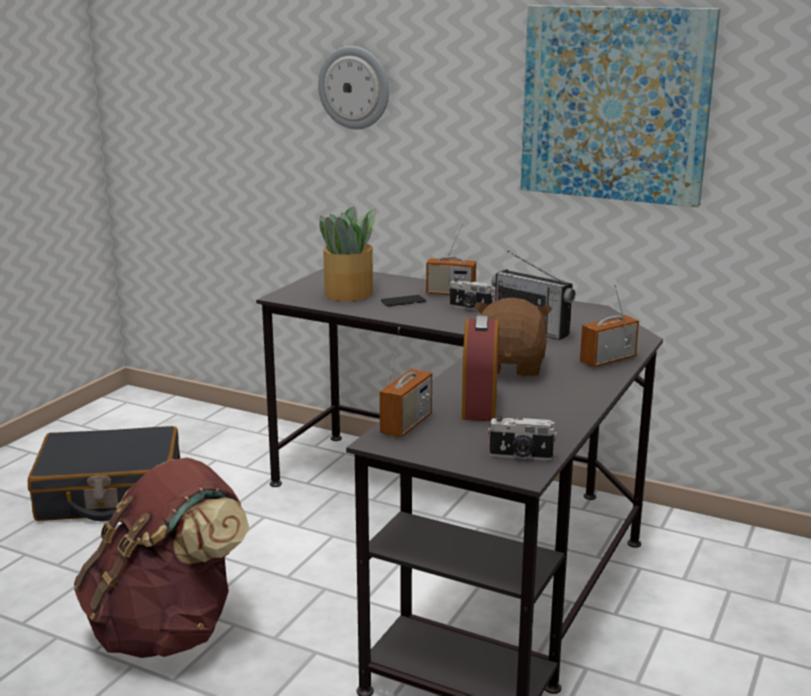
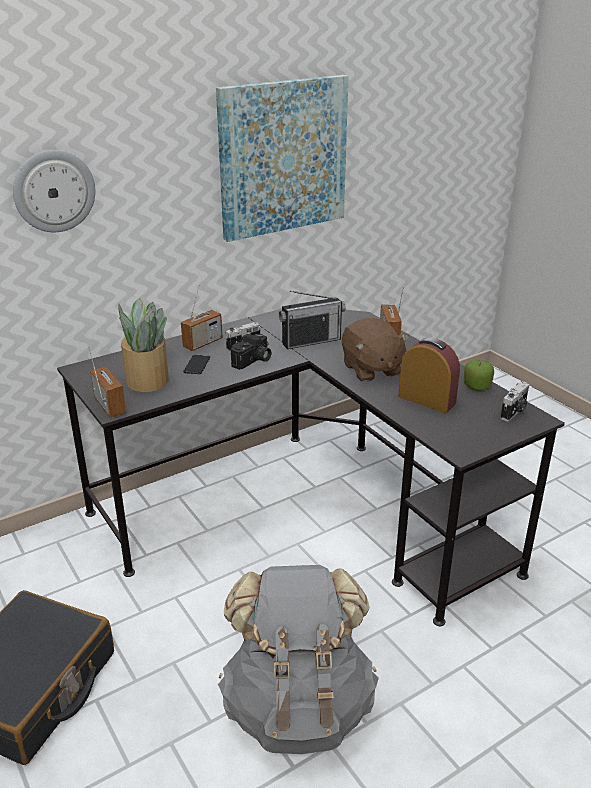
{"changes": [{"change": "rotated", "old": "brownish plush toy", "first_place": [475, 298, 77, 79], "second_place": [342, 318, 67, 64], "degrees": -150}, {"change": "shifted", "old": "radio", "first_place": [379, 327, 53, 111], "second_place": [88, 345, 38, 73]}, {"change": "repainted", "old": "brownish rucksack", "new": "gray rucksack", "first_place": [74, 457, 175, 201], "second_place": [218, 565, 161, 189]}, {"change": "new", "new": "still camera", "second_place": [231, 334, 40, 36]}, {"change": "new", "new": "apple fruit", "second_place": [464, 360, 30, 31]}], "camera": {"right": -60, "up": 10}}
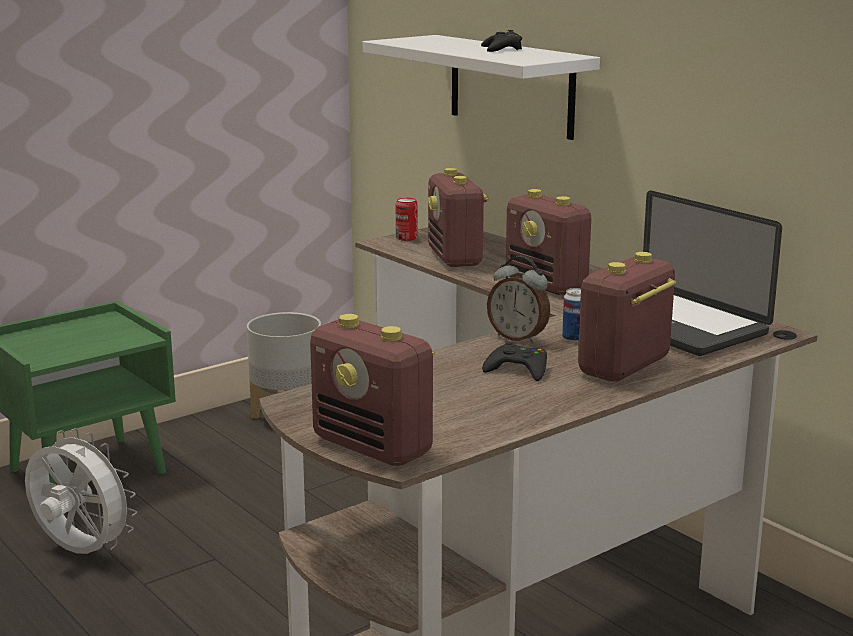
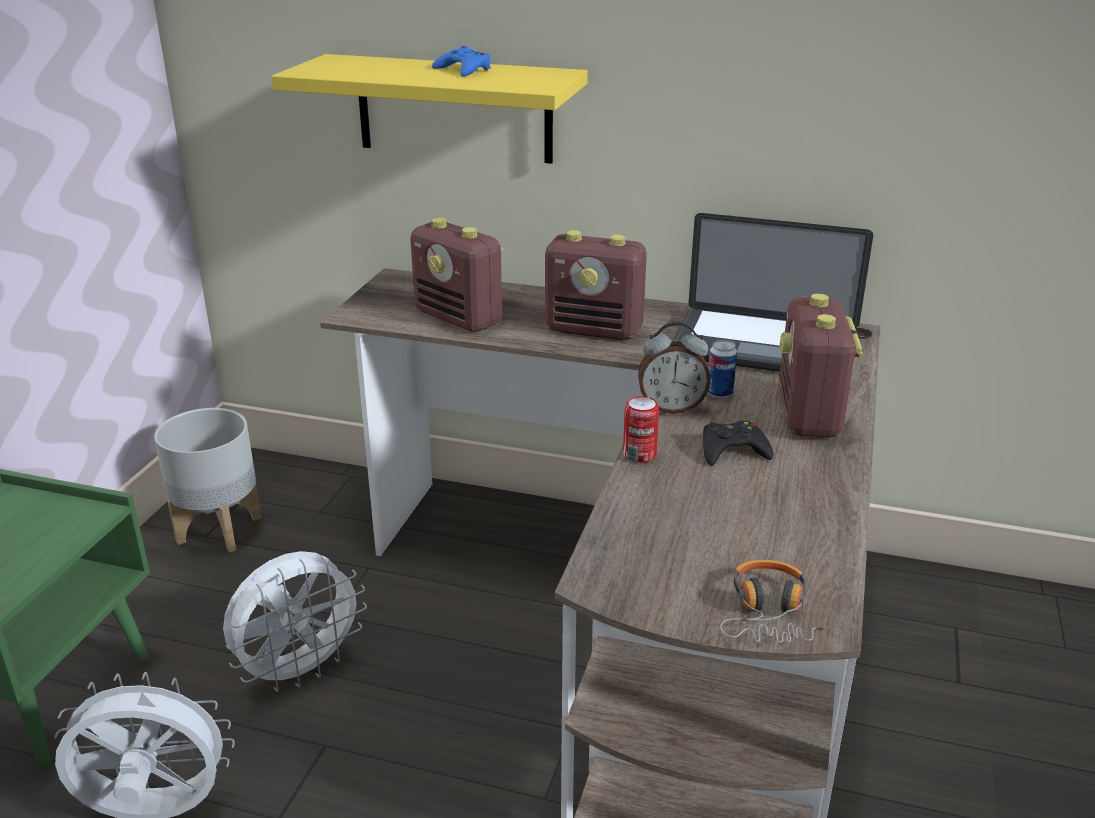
{"changes": [{"change": "repainted", "old": "blackish game controller", "new": "bluish game controller", "first_place": [481, 30, 41, 22], "second_place": [432, 45, 59, 32]}, {"change": "repainted", "old": "whitish wall shelf", "new": "yellow-coloured wall shelf", "first_place": [363, 35, 237, 105], "second_place": [271, 54, 317, 110]}, {"change": "shifted", "old": "can", "first_place": [396, 198, 22, 43], "second_place": [623, 396, 36, 67]}, {"change": "swapped", "old": "radio", "new": "pair of headphones", "first_place": [310, 314, 125, 152], "second_place": [720, 560, 110, 83]}, {"change": "new", "new": "whitish fan", "second_place": [223, 551, 144, 141]}], "camera": {"right": -35, "up": 10}}
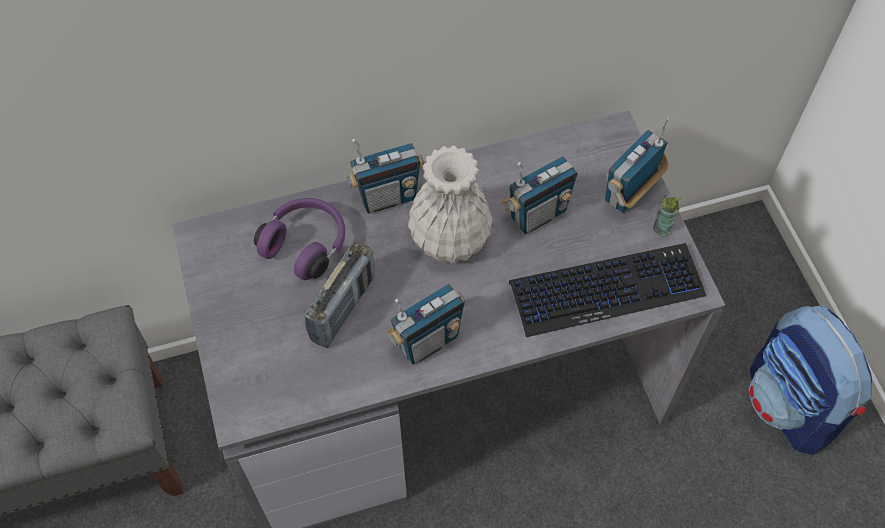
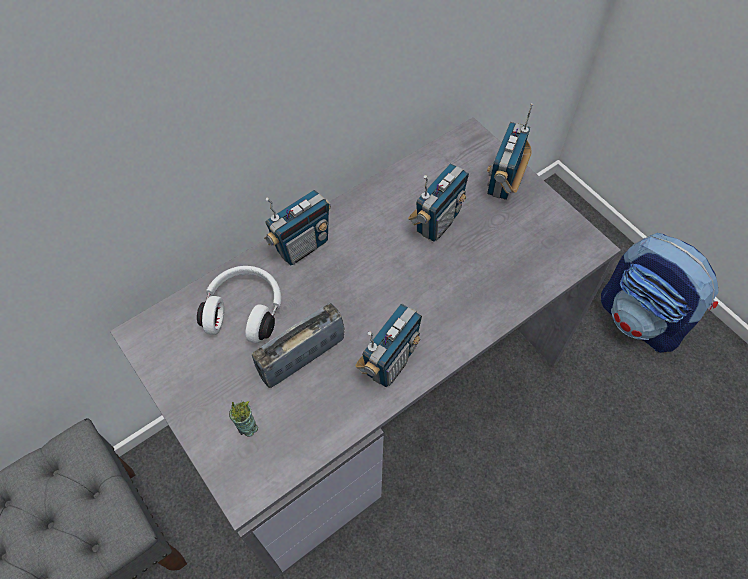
{"changes": [{"change": "gone", "old": "whitish decorative vase", "first_place": [408, 145, 85, 118]}, {"change": "shifted", "old": "small cup", "first_place": [653, 195, 28, 42], "second_place": [229, 401, 29, 36]}, {"change": "repainted", "old": "purple-coloured pair of headphones", "new": "whitish pair of headphones", "first_place": [254, 198, 91, 82], "second_place": [197, 266, 84, 77]}, {"change": "rotated", "old": "radio", "first_place": [305, 242, 70, 106], "second_place": [252, 303, 92, 85], "degrees": -135}, {"change": "gone", "old": "computer keyboard", "first_place": [509, 243, 197, 94]}], "camera": {"right": -20, "up": 0}}
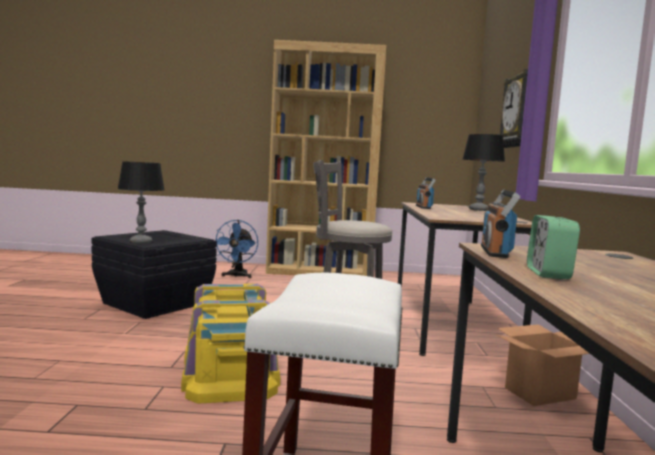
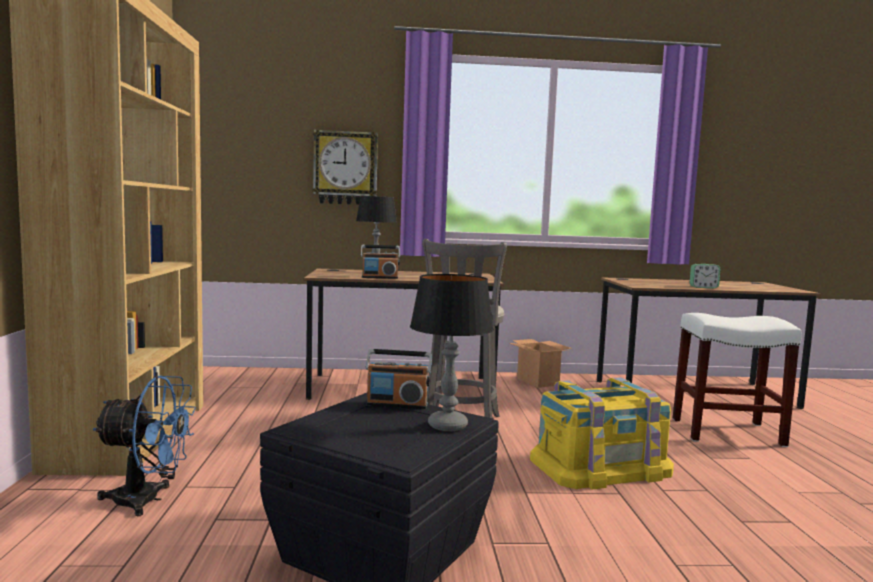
{"changes": [{"change": "shifted", "old": "radio", "first_place": [481, 190, 40, 68], "second_place": [366, 349, 66, 60]}], "camera": {"right": -95, "up": 0}}
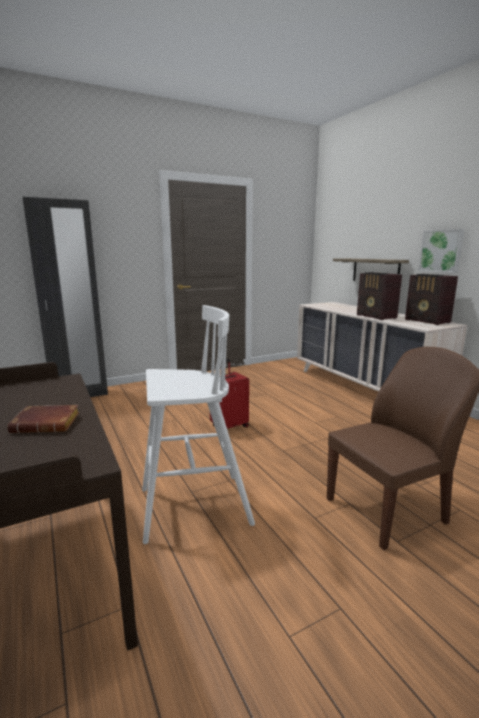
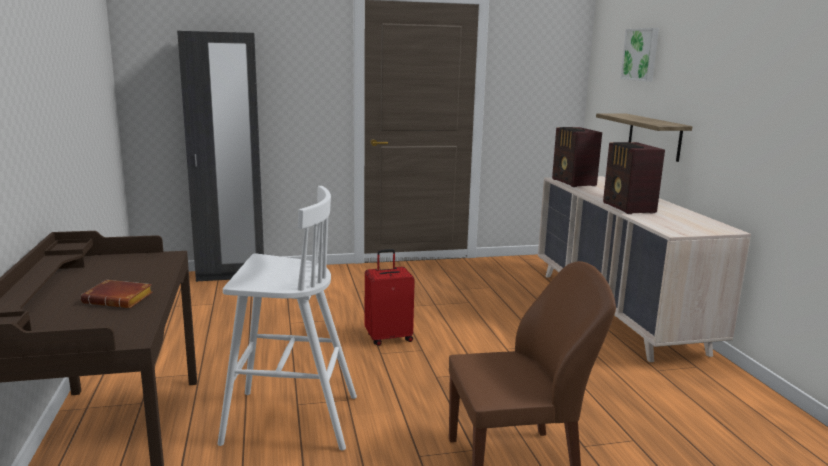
{"changes": [{"change": "shifted", "old": "wall picture", "first_place": [418, 229, 46, 44], "second_place": [621, 28, 38, 54]}, {"change": "shifted", "old": "radio", "first_place": [405, 274, 53, 51], "second_place": [552, 127, 50, 60]}], "camera": {"right": 15, "up": 0}}
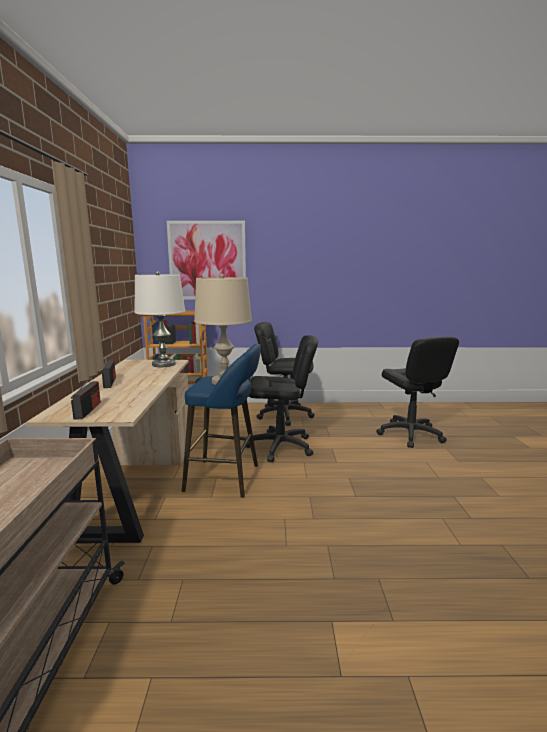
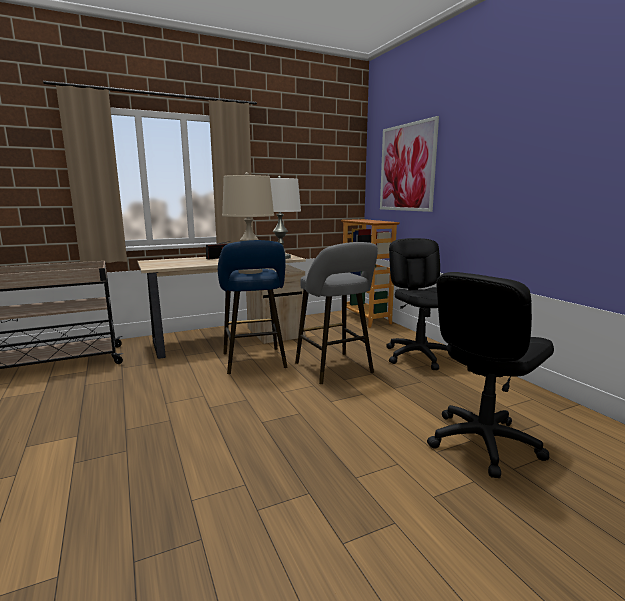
{"changes": [{"change": "swapped", "old": "blackish office chair", "new": "gray sitting stool", "first_place": [246, 335, 72, 127], "second_place": [295, 242, 83, 142]}, {"change": "gone", "old": "radio", "first_place": [71, 379, 30, 40]}], "camera": {"right": 65, "up": 0}}
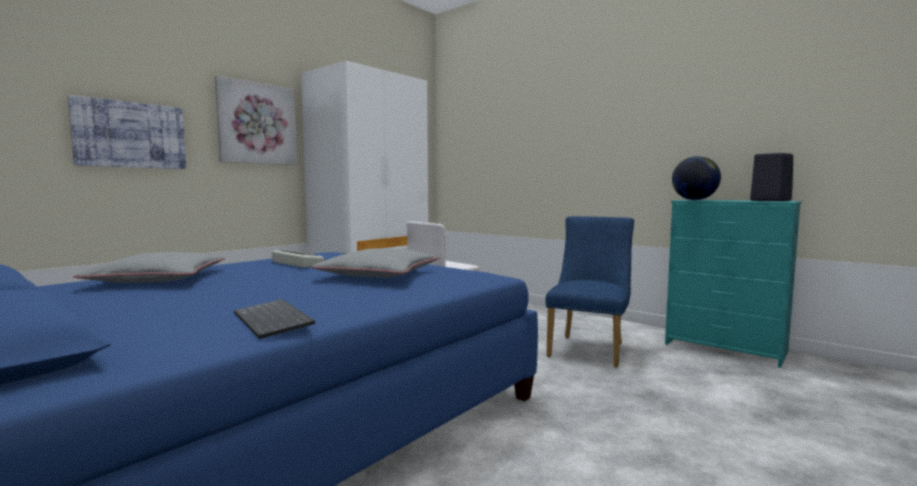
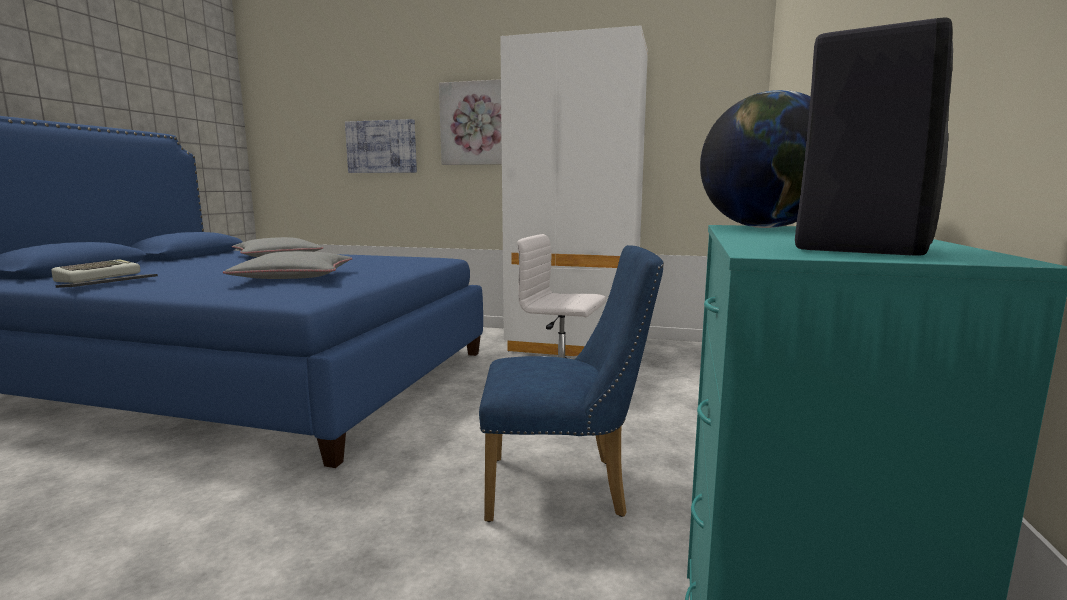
{"changes": [{"change": "shifted", "old": "computer keyboard", "first_place": [272, 250, 52, 18], "second_place": [51, 259, 90, 24]}], "camera": {"right": 65, "up": 5}}
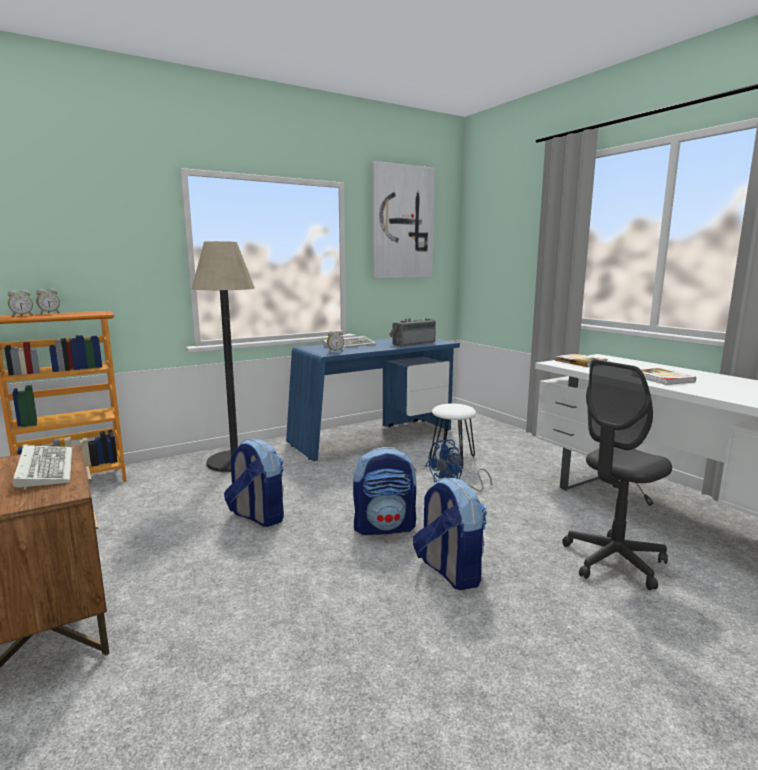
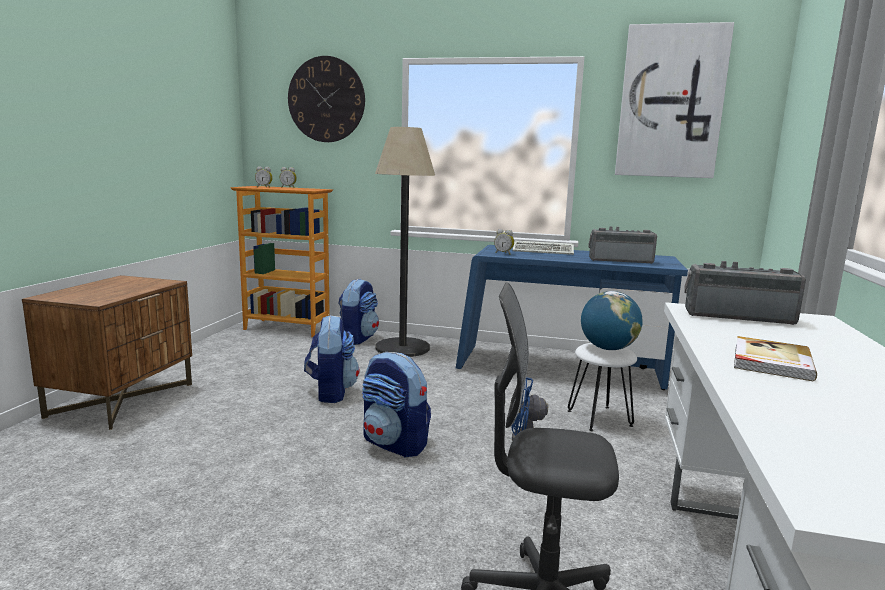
{"changes": [{"change": "swapped", "old": "volume", "new": "radio", "first_place": [555, 354, 53, 13], "second_place": [684, 261, 122, 64]}, {"change": "gone", "old": "computer keyboard", "first_place": [13, 445, 59, 45]}, {"change": "shifted", "old": "rucksack", "first_place": [413, 477, 74, 113], "second_place": [338, 279, 41, 66]}, {"change": "new", "new": "wall clock", "second_place": [288, 56, 77, 86]}, {"change": "new", "new": "desk globe", "second_place": [581, 291, 62, 59]}], "camera": {"right": 45, "up": 0}}
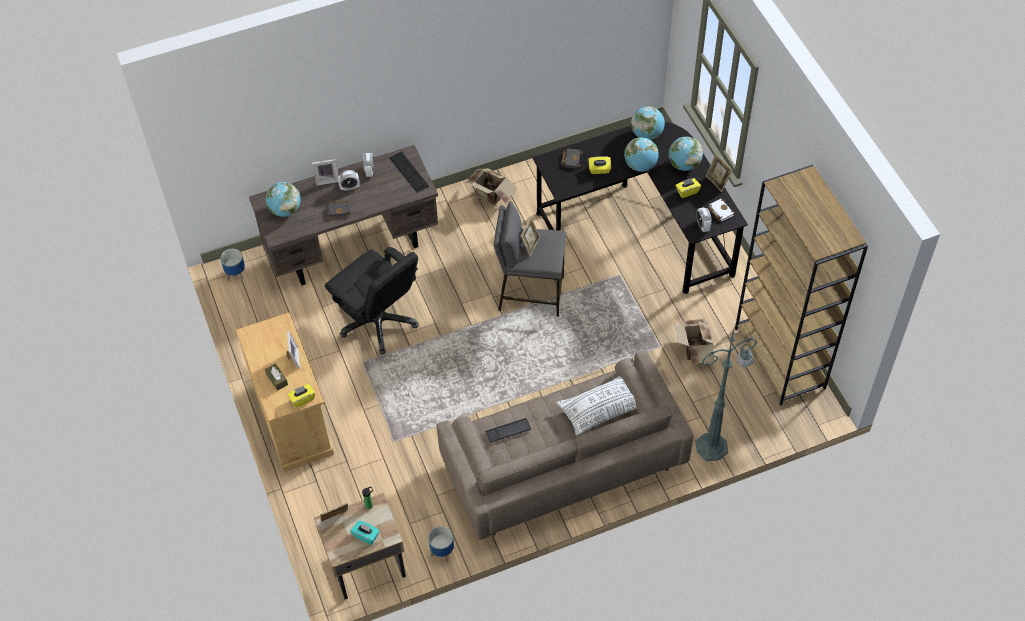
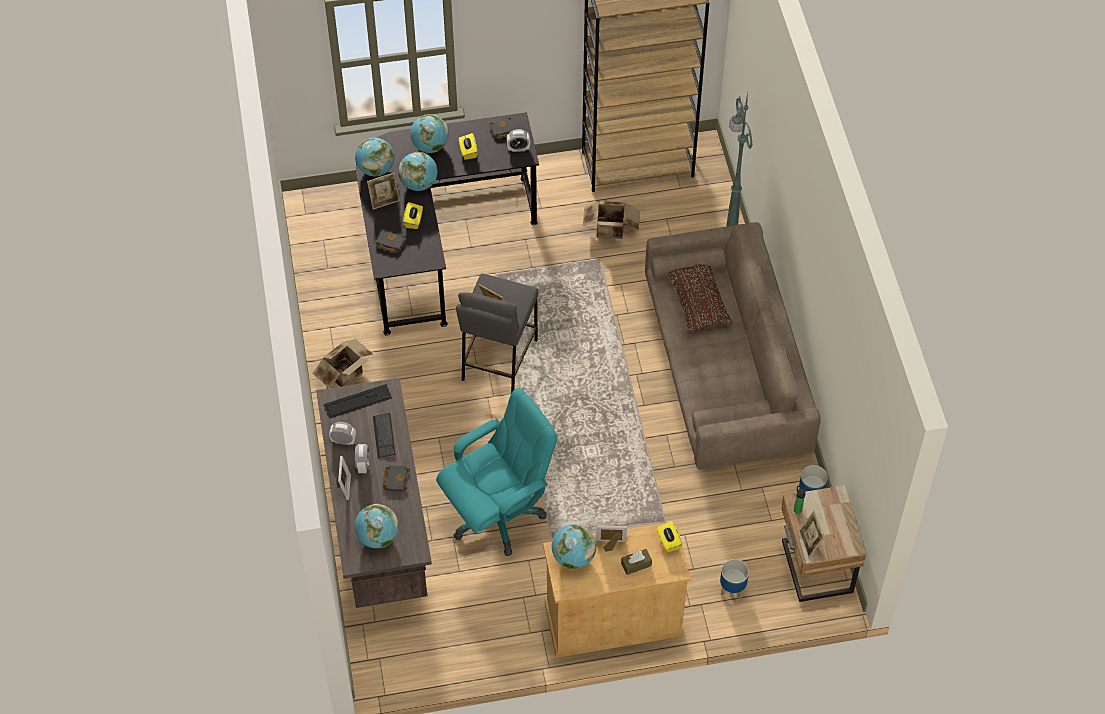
{"changes": [{"change": "shifted", "old": "photo frame", "first_place": [706, 154, 26, 38], "second_place": [367, 173, 33, 37]}, {"change": "repainted", "old": "whitish volume", "new": "blackish volume", "first_place": [707, 199, 28, 22], "second_place": [489, 117, 28, 22]}, {"change": "repainted", "old": "blackish office chair", "new": "turquoise-coloured office chair", "first_place": [325, 247, 94, 108], "second_place": [436, 388, 121, 168]}, {"change": "shifted", "old": "flower pot", "first_place": [220, 249, 25, 32], "second_place": [720, 559, 29, 41]}, {"change": "repainted", "old": "whitish throw pillow", "new": "brownish throw pillow", "first_place": [556, 376, 81, 60], "second_place": [668, 264, 65, 70]}, {"change": "shifted", "old": "computer keyboard", "first_place": [485, 418, 46, 25], "second_place": [373, 413, 22, 45]}, {"change": "gone", "old": "turquoise-coloured tissue holder", "first_place": [350, 520, 30, 25]}, {"change": "new", "new": "desk globe", "second_place": [552, 524, 44, 45]}], "camera": {"right": -80, "up": 0}}
